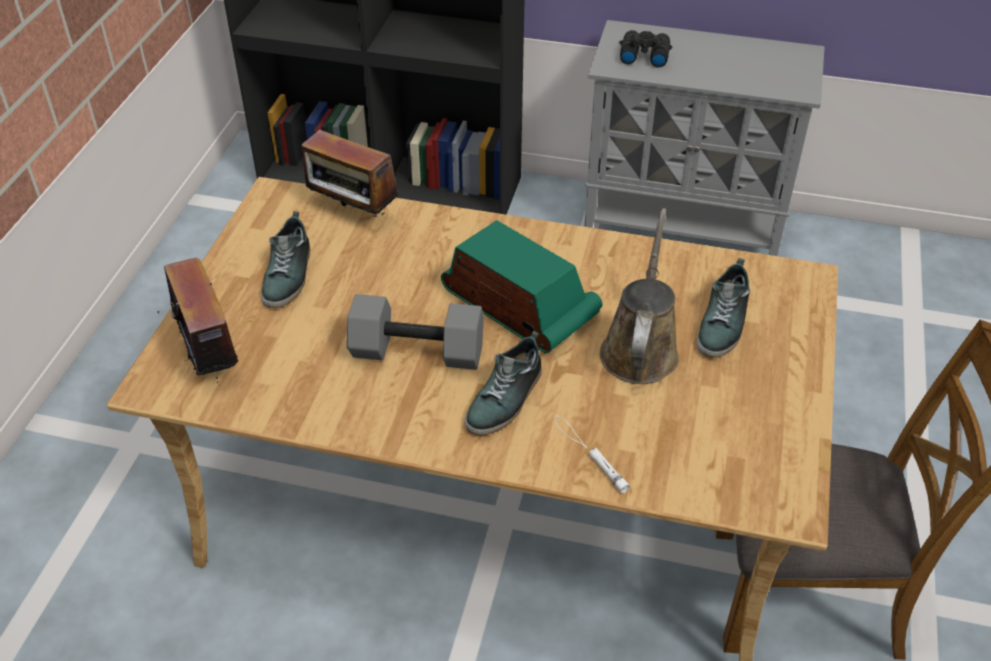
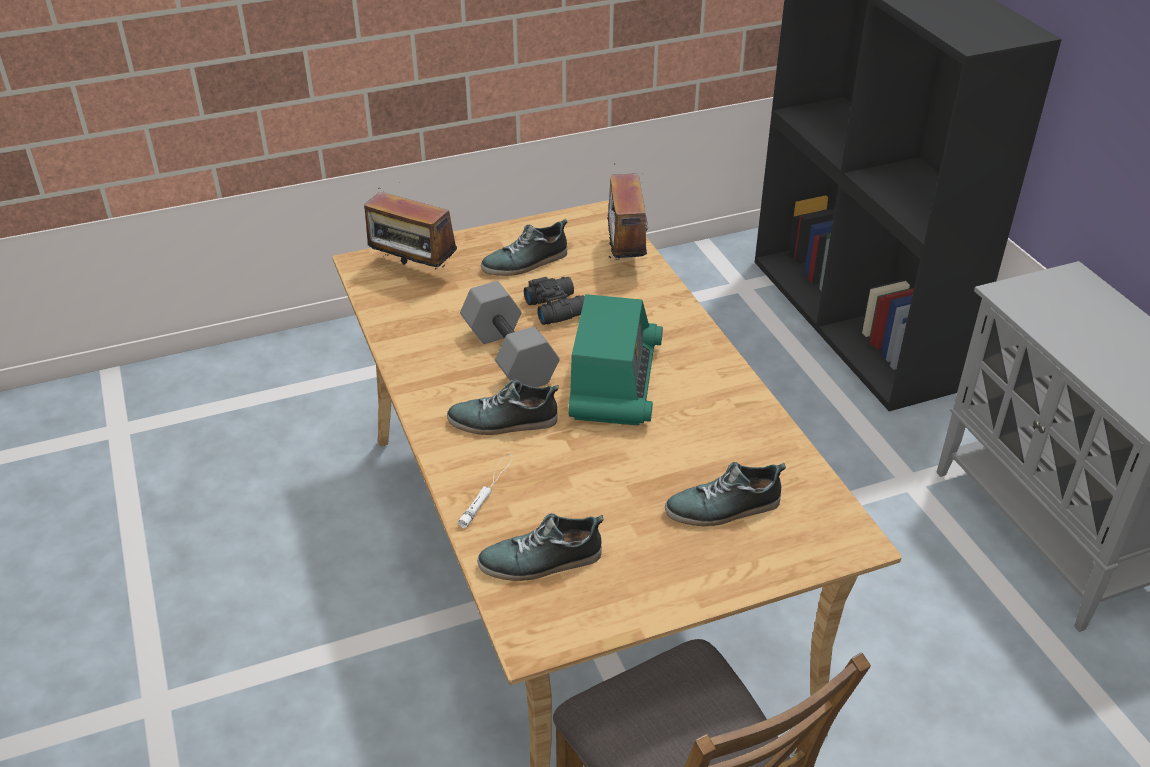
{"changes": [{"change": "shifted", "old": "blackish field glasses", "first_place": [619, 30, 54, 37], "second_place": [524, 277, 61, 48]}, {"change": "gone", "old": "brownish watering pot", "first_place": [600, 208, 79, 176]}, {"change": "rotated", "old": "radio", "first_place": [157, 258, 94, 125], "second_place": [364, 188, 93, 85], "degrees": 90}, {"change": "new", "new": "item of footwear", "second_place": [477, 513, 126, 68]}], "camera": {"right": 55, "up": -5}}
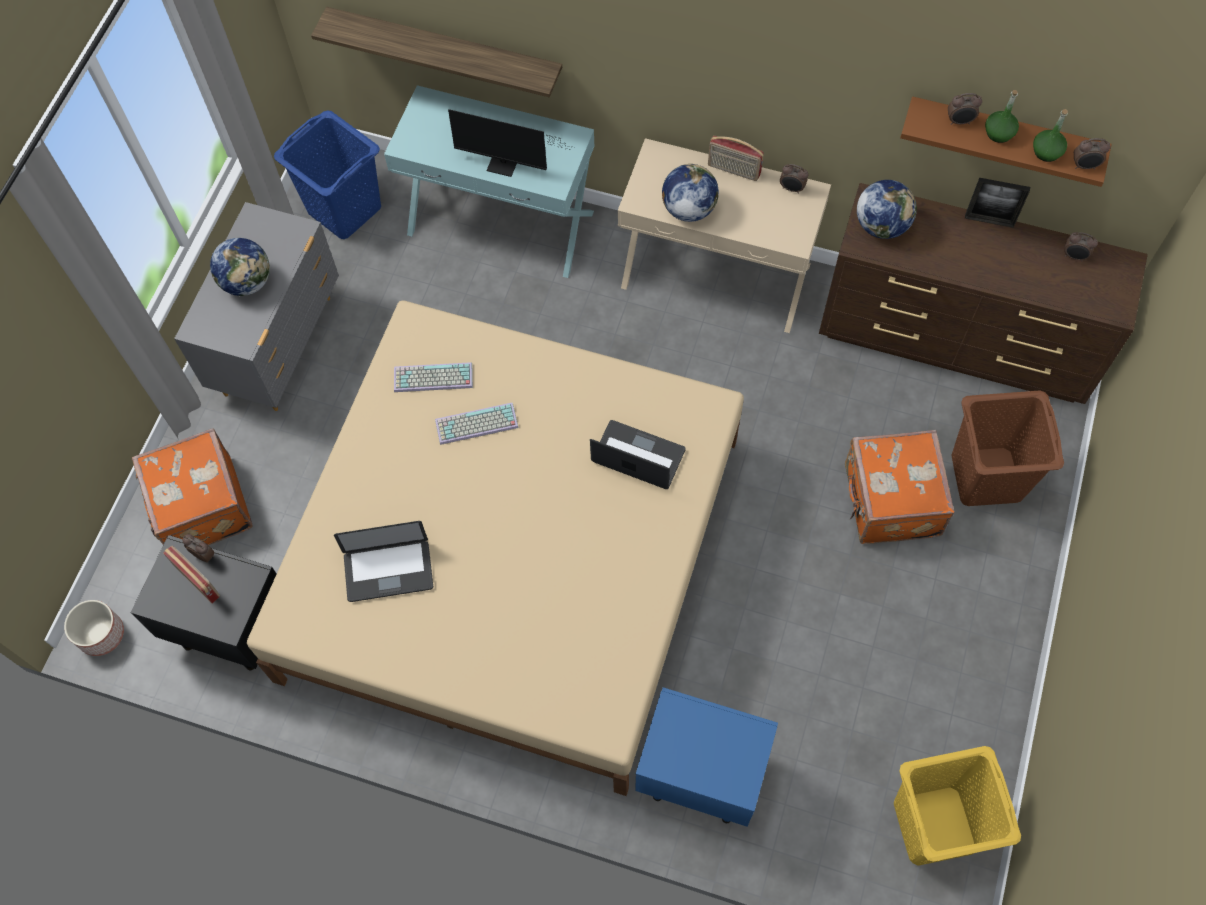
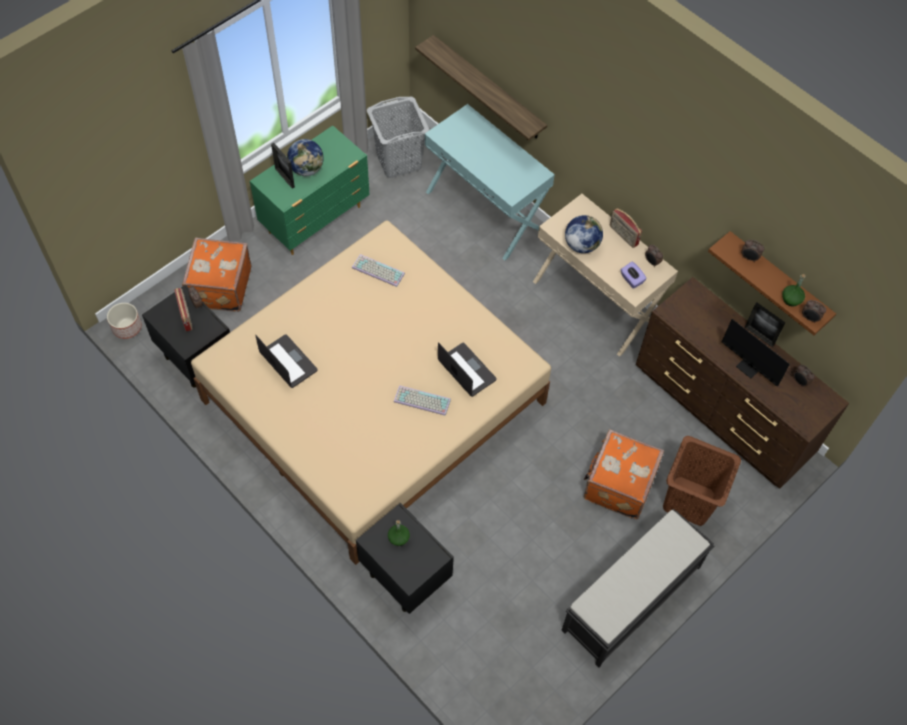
{"changes": [{"change": "shifted", "old": "green drink bottle", "first_place": [985, 90, 34, 53], "second_place": [388, 520, 22, 26]}, {"change": "shifted", "old": "computer display", "first_place": [448, 109, 126, 68], "second_place": [722, 319, 77, 67]}, {"change": "repainted", "old": "bluish laundry basket", "new": "gray laundry basket", "first_place": [274, 110, 107, 129], "second_place": [367, 97, 62, 81]}, {"change": "gone", "old": "desk globe", "first_place": [857, 180, 60, 59]}, {"change": "repainted", "old": "gray dresser", "new": "green dresser", "first_place": [174, 202, 165, 209], "second_place": [250, 126, 120, 129]}, {"change": "shifted", "old": "computer keyboard", "first_place": [435, 403, 84, 42], "second_place": [394, 385, 57, 31]}, {"change": "rotated", "old": "laptop", "first_place": [334, 521, 99, 81], "second_place": [255, 334, 63, 54], "degrees": -150}, {"change": "repainted", "old": "bluish nightstand", "new": "blackish nightstand", "first_place": [635, 687, 143, 139], "second_place": [356, 503, 98, 111]}, {"change": "gone", "old": "yellow-coloured laundry basket", "first_place": [894, 746, 127, 120]}, {"change": "new", "new": "photo frame", "second_place": [271, 143, 24, 46]}, {"change": "new", "new": "purple-coloured tissue holder", "second_place": [621, 261, 26, 28]}, {"change": "new", "new": "blackish bench", "second_place": [562, 509, 152, 158]}], "camera": {"right": 25, "up": -5}}
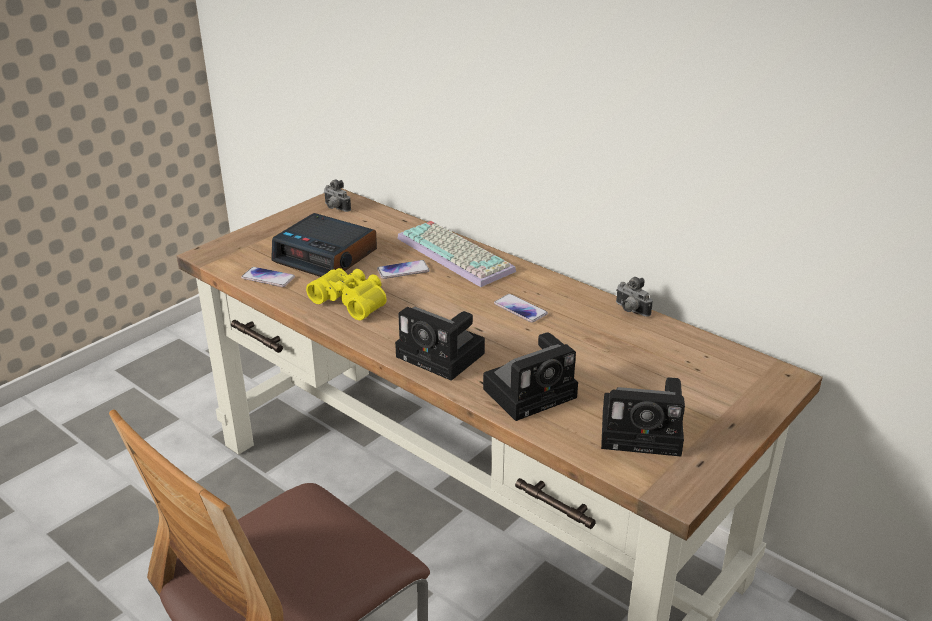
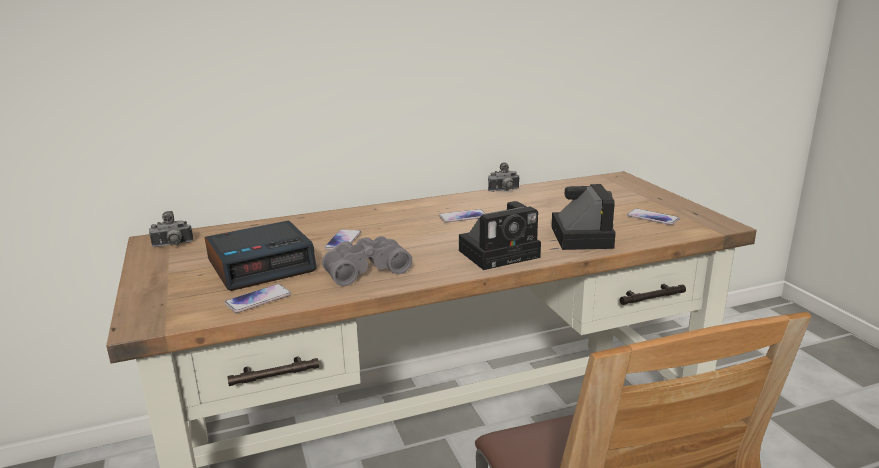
{"changes": [{"change": "gone", "old": "computer keyboard", "first_place": [397, 221, 119, 66]}, {"change": "repainted", "old": "yellow-coloured field glasses", "new": "gray field glasses", "first_place": [306, 268, 81, 52], "second_place": [322, 236, 90, 50]}, {"change": "swapped", "old": "still camera", "new": "telephone", "first_place": [601, 377, 84, 80], "second_place": [627, 209, 53, 16]}], "camera": {"right": -60, "up": -10}}
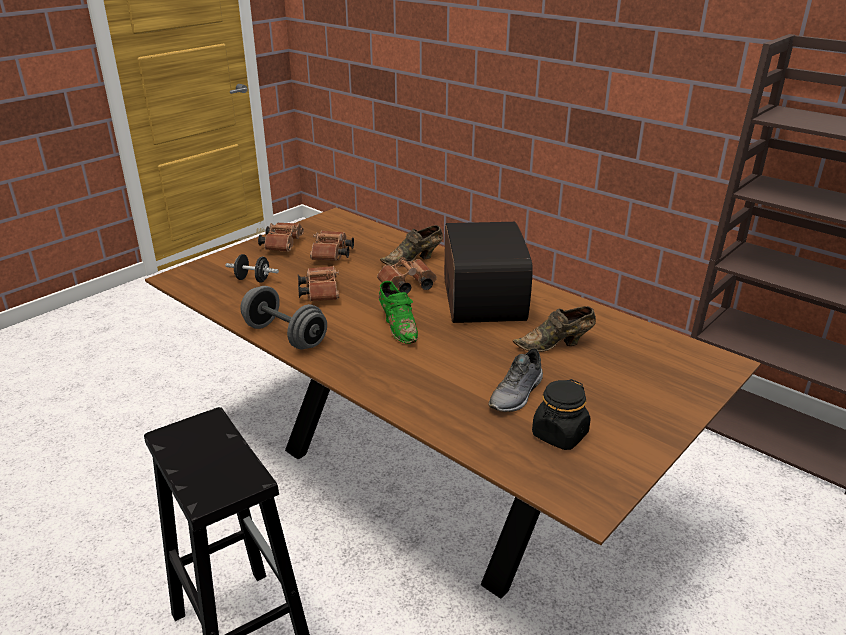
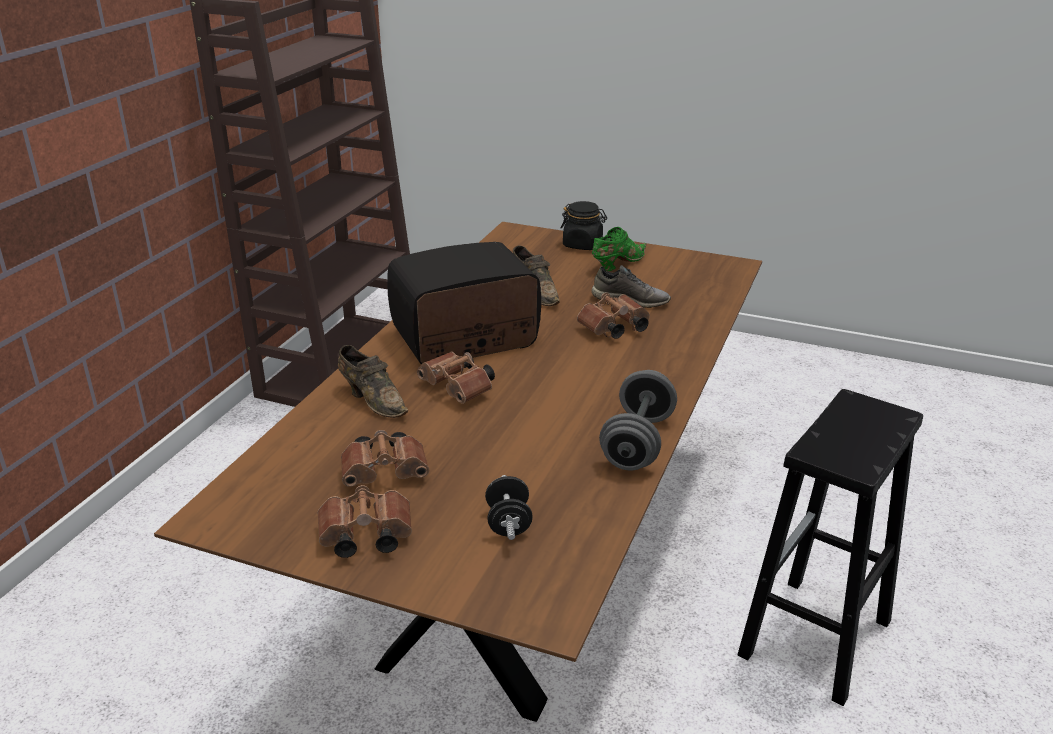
{"changes": [{"change": "shifted", "old": "brownish field glasses", "first_place": [298, 266, 41, 35], "second_place": [577, 292, 73, 47]}, {"change": "shifted", "old": "green item of footwear", "first_place": [379, 281, 39, 63], "second_place": [592, 227, 55, 44]}, {"change": "shifted", "old": "blackish preserve jar", "first_place": [532, 379, 59, 71], "second_place": [561, 201, 46, 49]}], "camera": {"right": -110, "up": 0}}
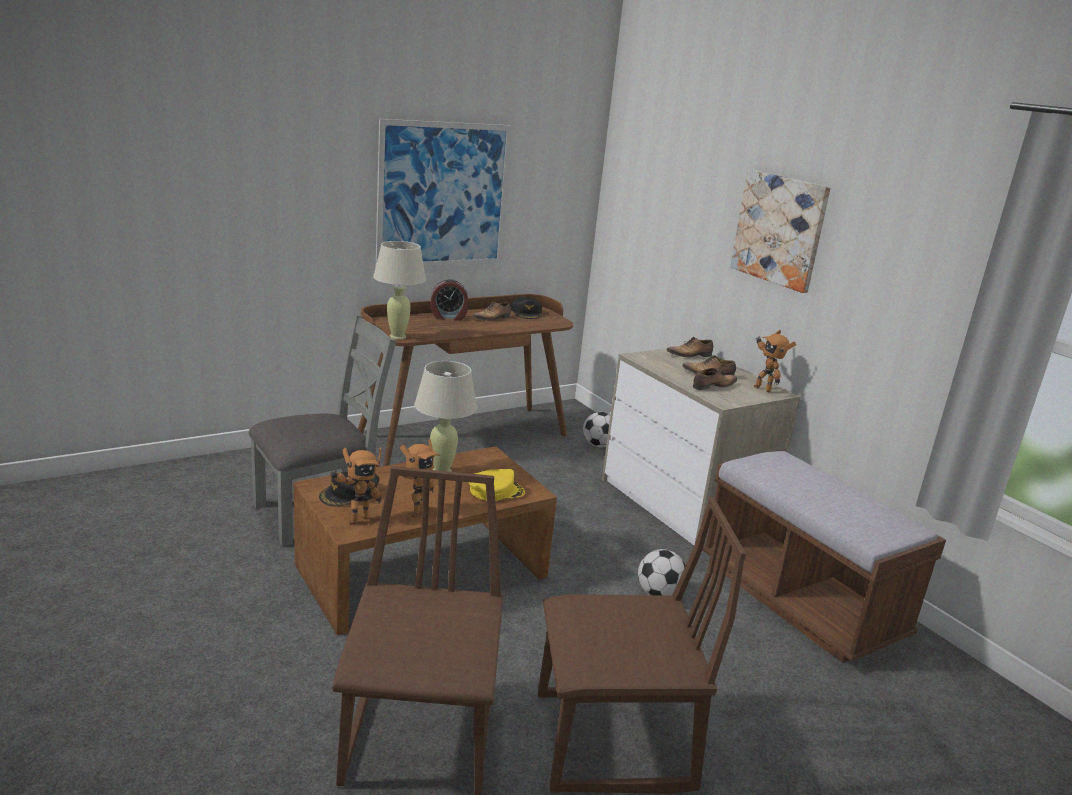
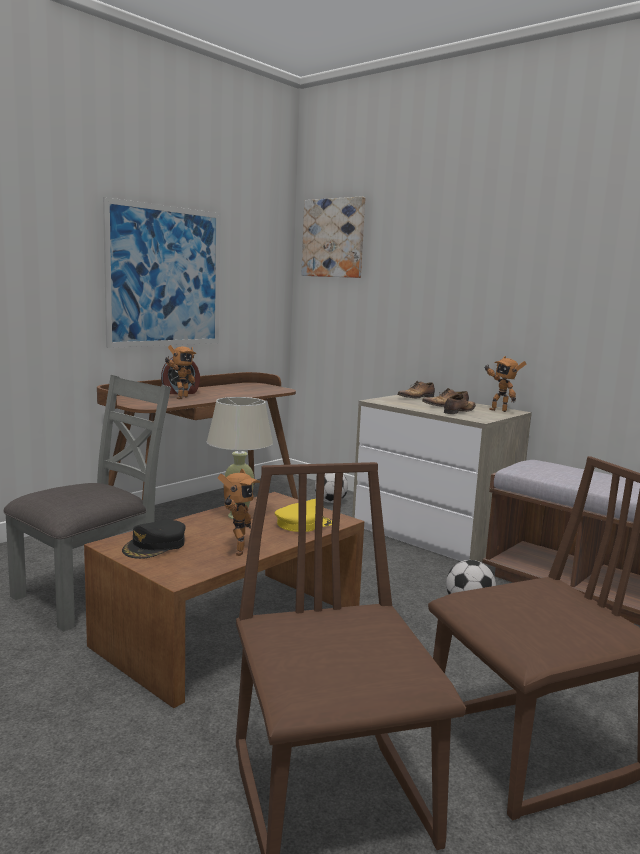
{"changes": [{"change": "shifted", "old": "wall picture", "first_place": [730, 170, 101, 123], "second_place": [301, 196, 64, 82]}, {"change": "gone", "old": "beige-coloured lamp for a table", "first_place": [373, 241, 53, 99]}, {"change": "gone", "old": "blackish peaked cap", "first_place": [511, 297, 31, 22]}, {"change": "gone", "old": "item of footwear", "first_place": [472, 302, 39, 19]}, {"change": "shifted", "old": "model robot", "first_place": [330, 447, 52, 78], "second_place": [165, 345, 32, 54]}], "camera": {"right": -15, "up": -10}}
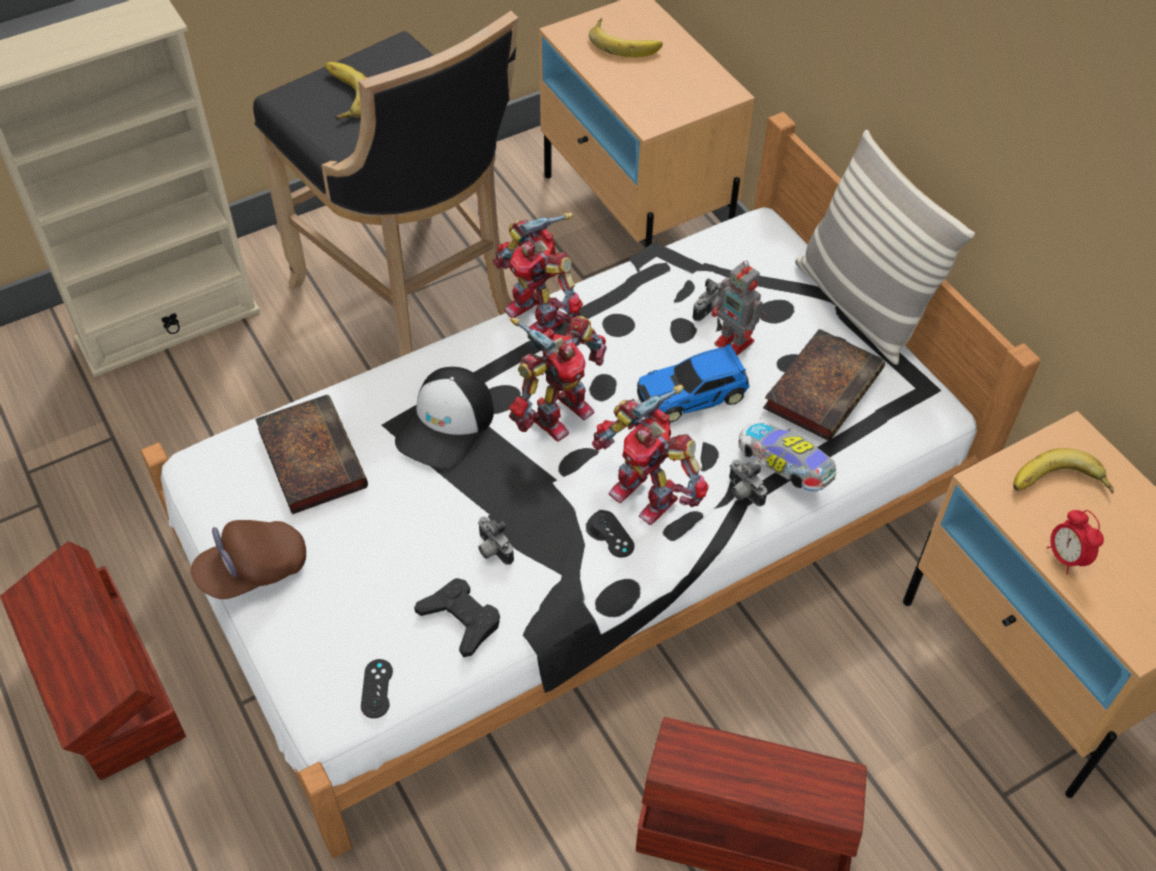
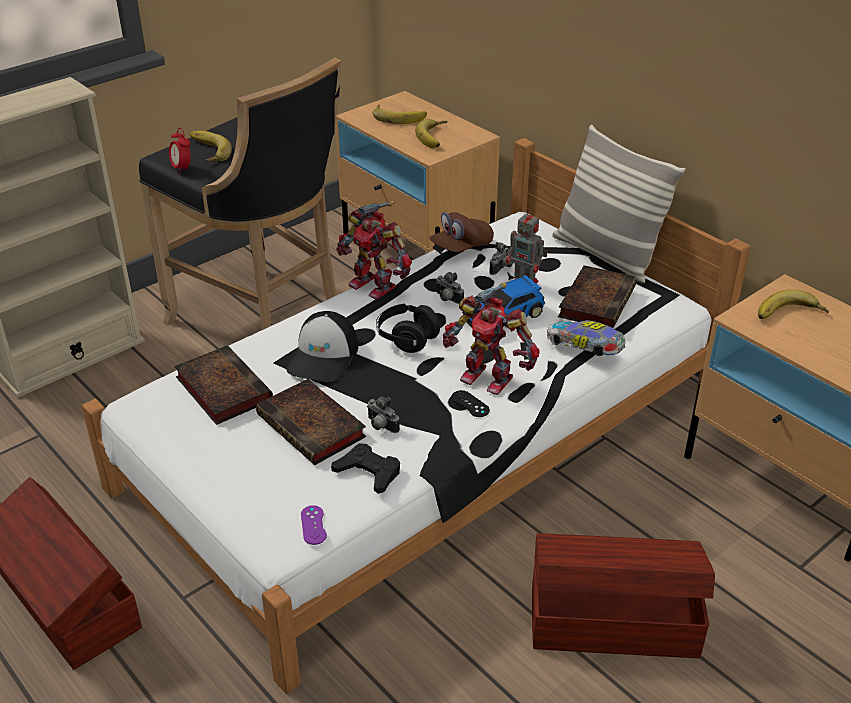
{"changes": [{"change": "swapped", "old": "model robot", "new": "blackish pair of headphones", "first_place": [509, 316, 98, 126], "second_place": [376, 304, 65, 49]}, {"change": "shifted", "old": "still camera", "first_place": [729, 459, 38, 47], "second_place": [436, 272, 28, 32]}, {"change": "shifted", "old": "table clock", "first_place": [1047, 510, 57, 64], "second_place": [169, 128, 22, 44]}, {"change": "shifted", "old": "brownish peaked cap", "first_place": [191, 520, 115, 79], "second_place": [429, 212, 65, 40]}, {"change": "repainted", "old": "blackish game controller", "new": "purple-coloured game controller", "first_place": [361, 659, 32, 59], "second_place": [301, 505, 26, 40]}, {"change": "new", "new": "banana", "second_place": [415, 119, 33, 29]}, {"change": "new", "new": "volume", "second_place": [256, 379, 110, 86]}], "camera": {"right": -10, "up": -15}}
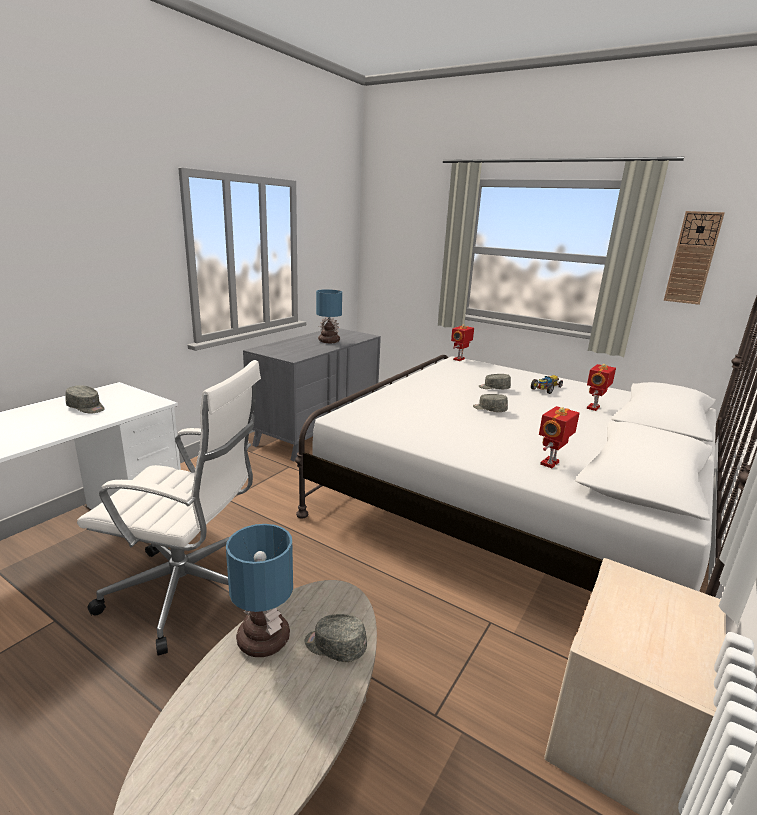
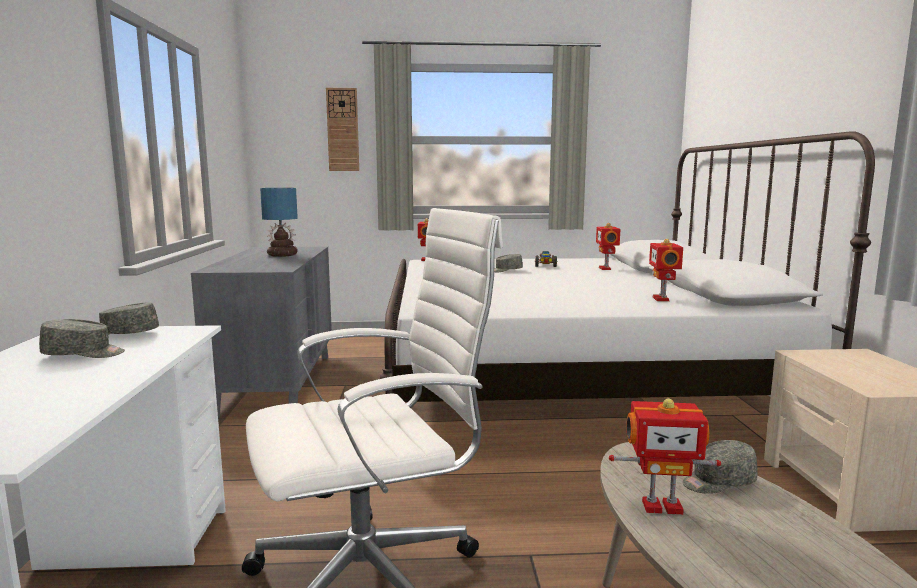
{"changes": [{"change": "shifted", "old": "wall clock", "first_place": [664, 211, 61, 94], "second_place": [326, 88, 33, 83]}, {"change": "shifted", "old": "gray peaked cap", "first_place": [473, 394, 35, 18], "second_place": [99, 302, 60, 33]}, {"change": "swapped", "old": "lamp for a table", "new": "model robot", "first_place": [226, 524, 67, 133], "second_place": [609, 398, 112, 117]}], "camera": {"right": -35, "up": -10}}
